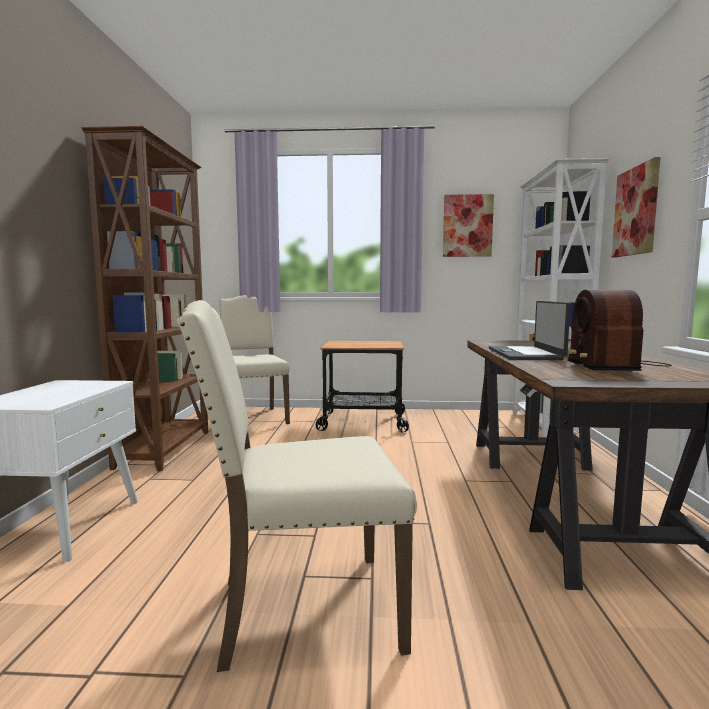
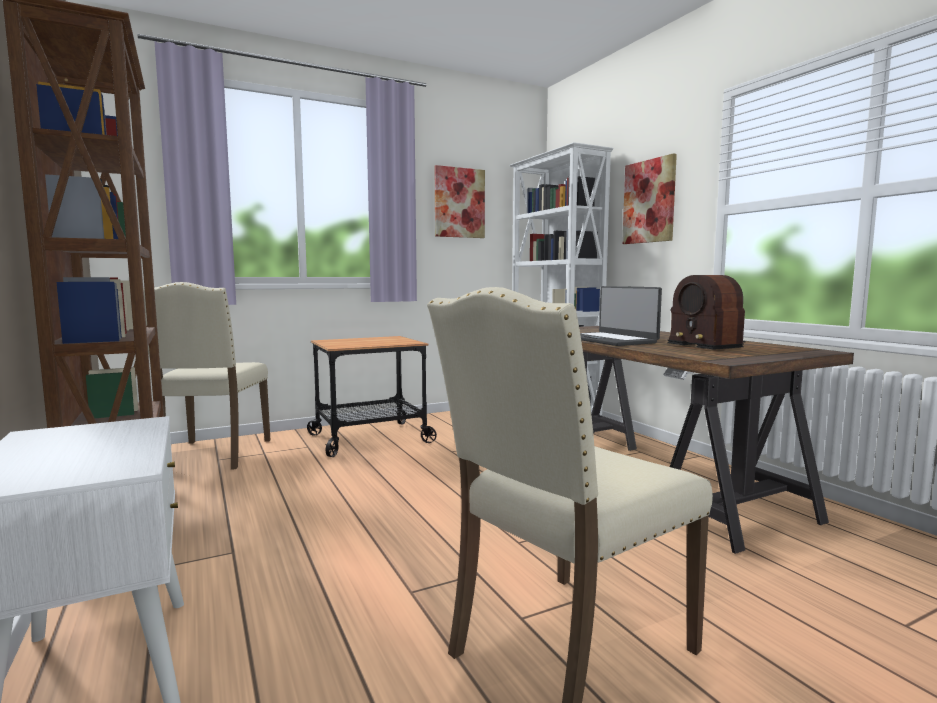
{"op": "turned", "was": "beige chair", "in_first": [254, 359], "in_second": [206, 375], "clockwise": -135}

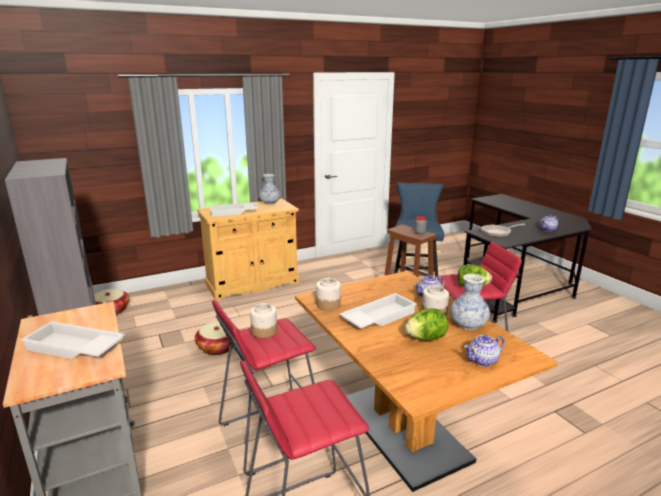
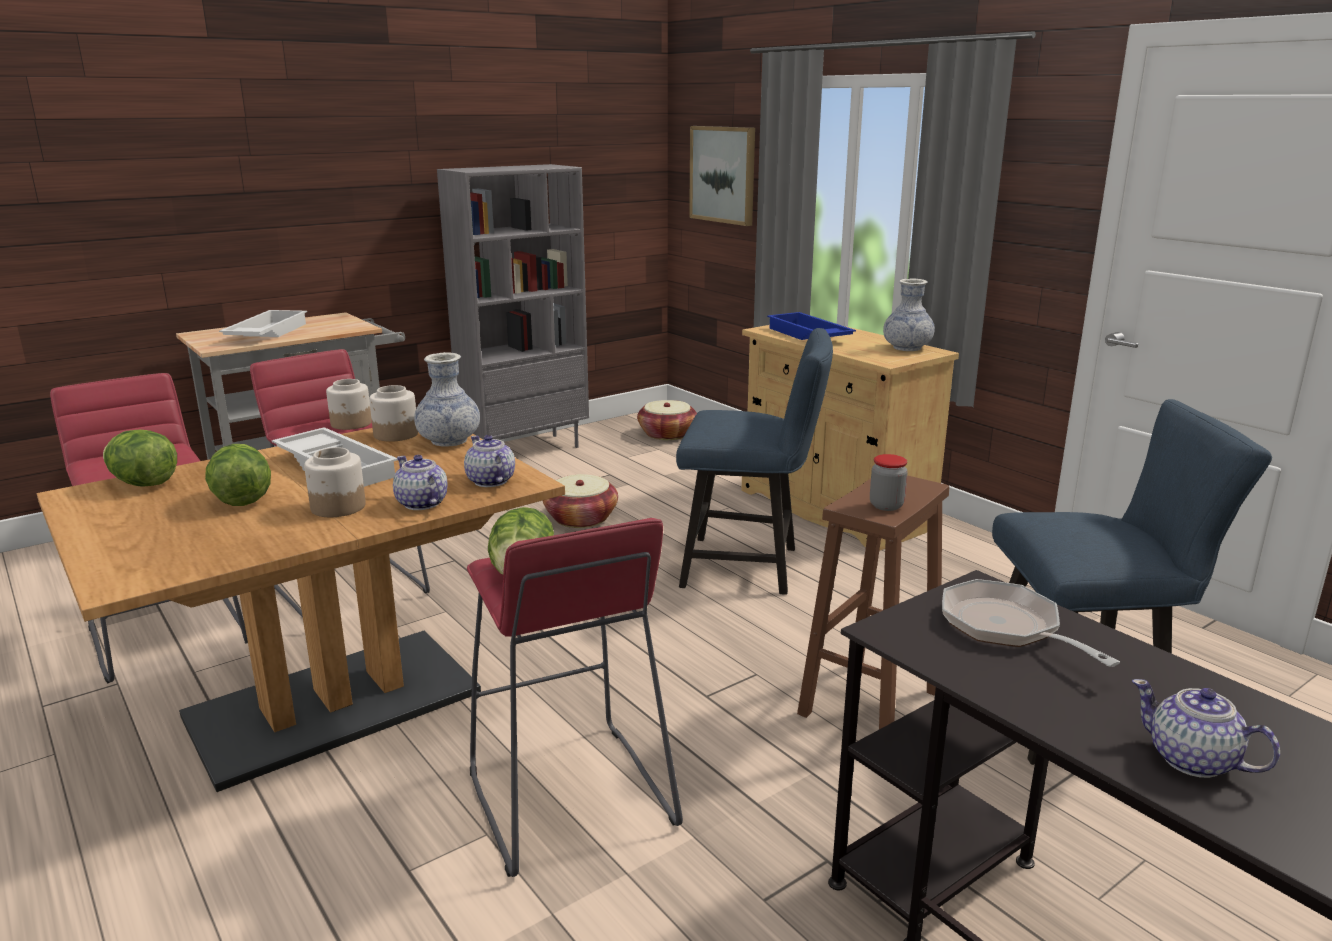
{"op": "added", "now": "lettuce", "in_second": [140, 458]}
{"op": "moved", "was": "vase", "in_first": [470, 302], "in_second": [447, 399]}
{"op": "moved", "was": "teapot", "in_first": [484, 351], "in_second": [489, 461]}
{"op": "added", "now": "blue chair", "in_second": [754, 461]}
{"op": "added", "now": "picture", "in_second": [722, 176]}
{"op": "recoloured", "was": "white tray", "now": "blue tray", "in_first": [233, 209], "in_second": [811, 326]}

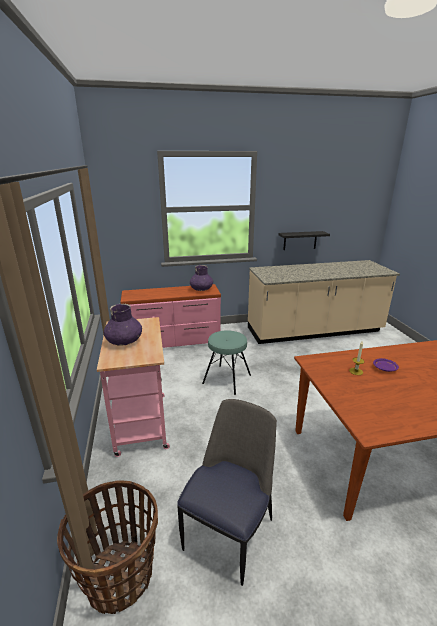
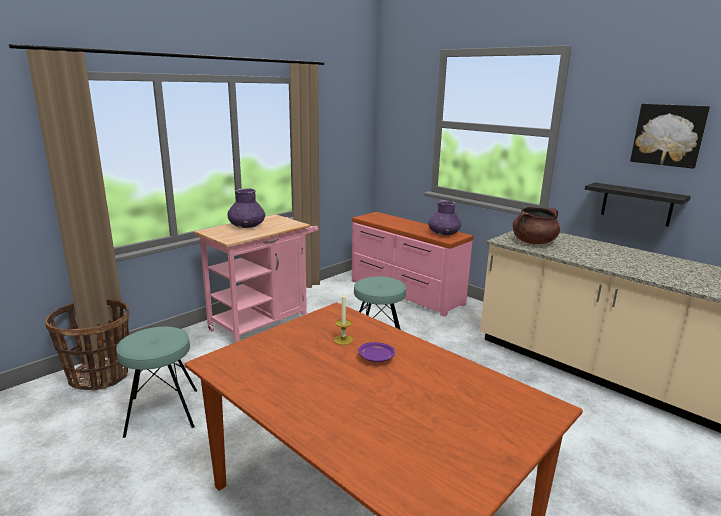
{"op": "replaced", "was": "chair", "now": "turquoise stool", "in_first": [227, 492], "in_second": [156, 382]}
{"op": "added", "now": "brown cooking pot", "in_second": [536, 225]}
{"op": "added", "now": "picture", "in_second": [670, 136]}

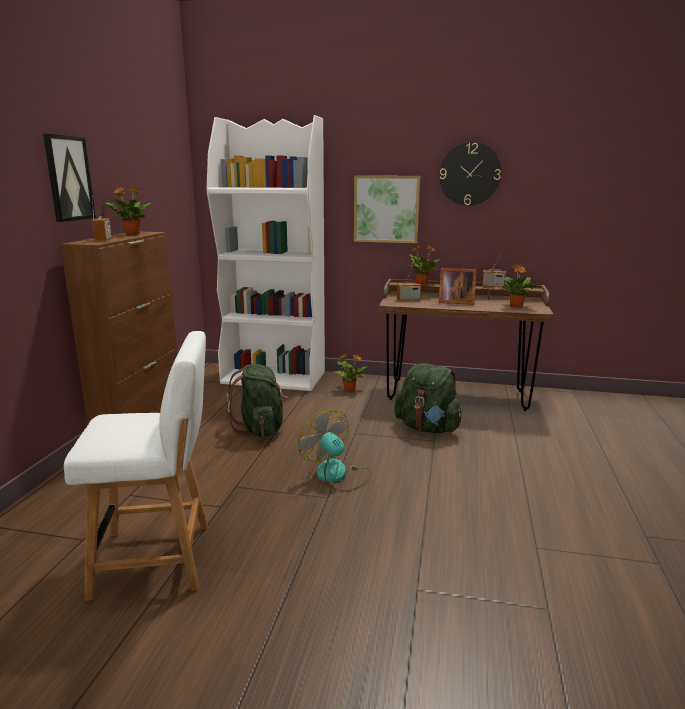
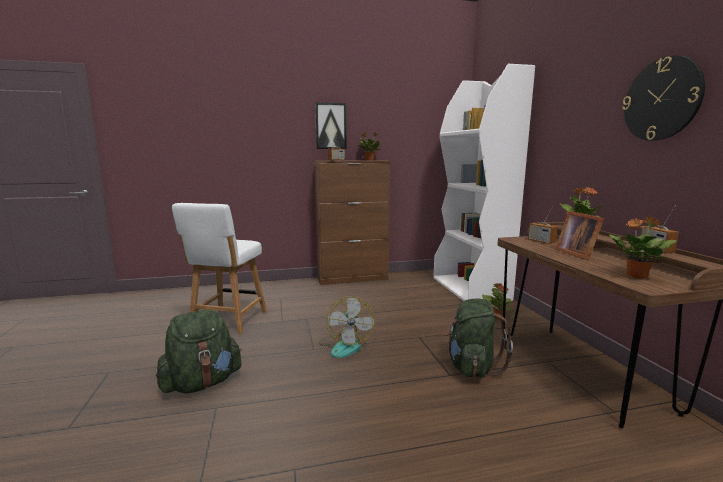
{"op": "moved", "was": "green backpack", "in_first": [257, 400], "in_second": [199, 351]}
{"op": "turned", "was": "white chair", "in_first": [136, 466], "in_second": [219, 268], "clockwise": 45}
{"op": "turned", "was": "fan", "in_first": [335, 451], "in_second": [347, 327], "clockwise": 150}
{"op": "removed", "was": "picture", "in_first": [387, 209]}

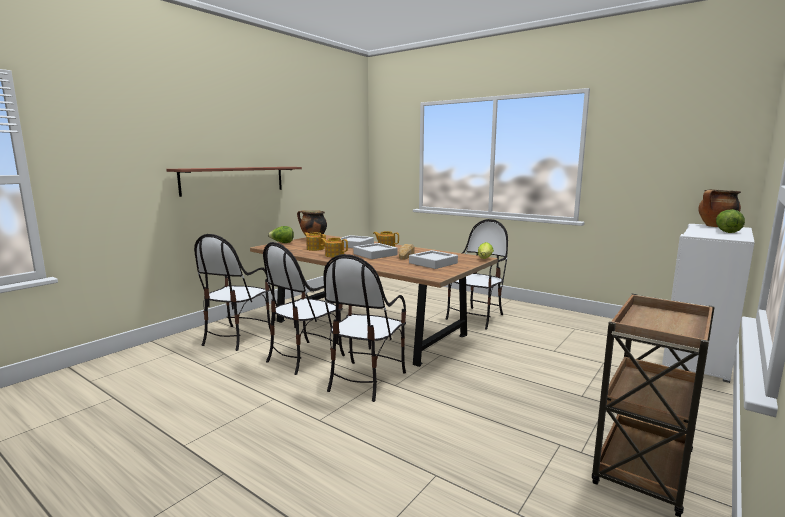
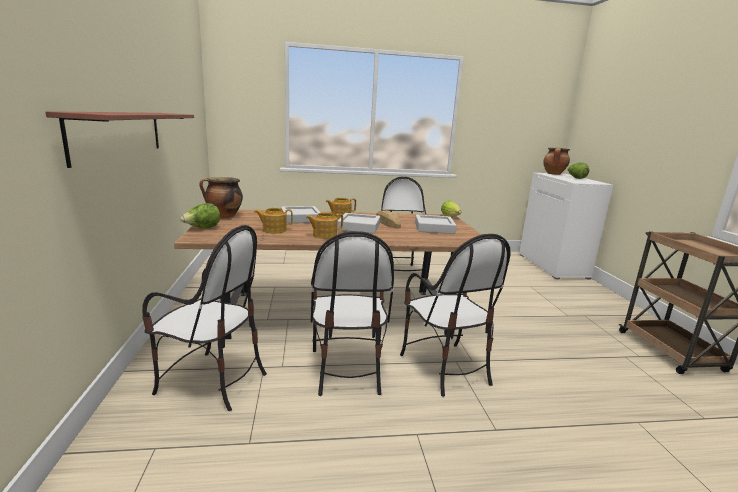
{"op": "turned", "was": "chair", "in_first": [232, 292], "in_second": [204, 318], "clockwise": -45}

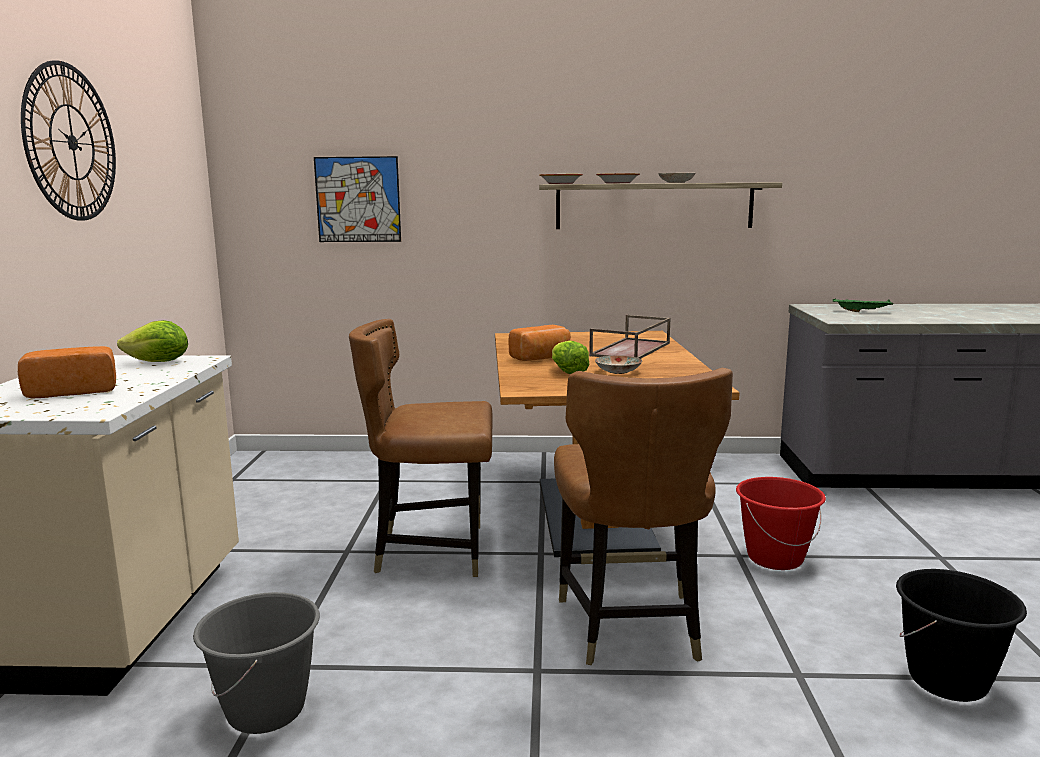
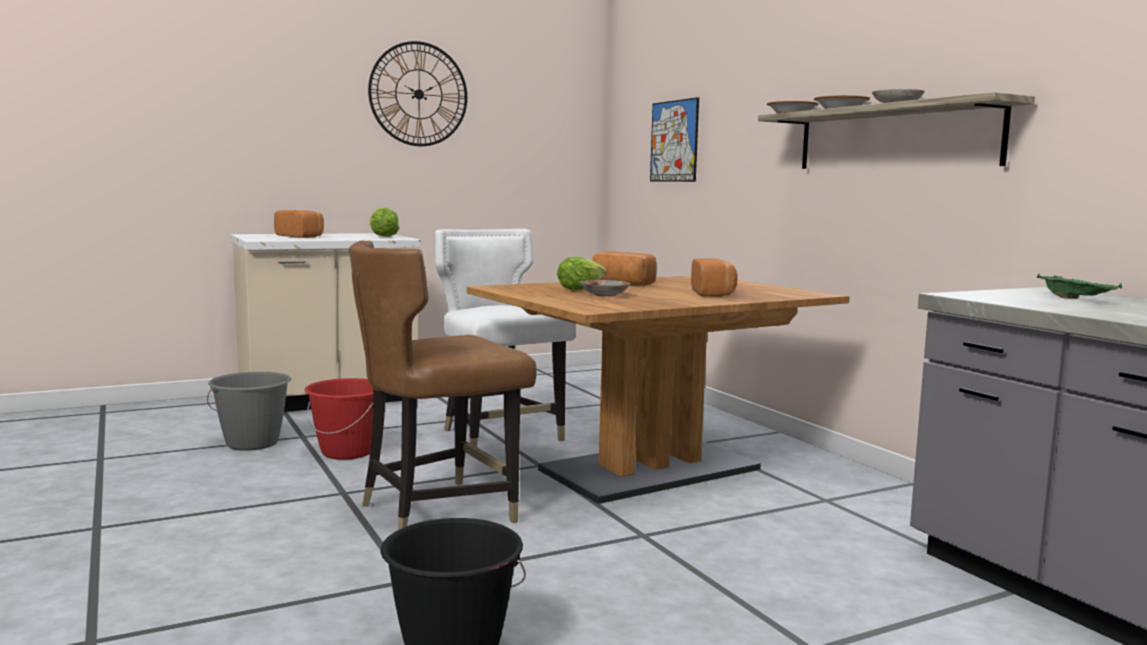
{"op": "moved", "was": "red bucket", "in_first": [781, 523], "in_second": [339, 419]}
{"op": "recoloured", "was": "brown chair", "now": "white chair", "in_first": [421, 448], "in_second": [505, 338]}
{"op": "replaced", "was": "brown tray", "now": "bread", "in_first": [630, 337], "in_second": [714, 277]}

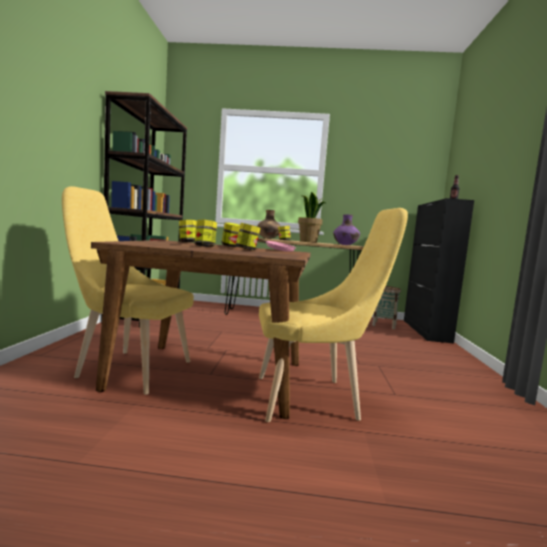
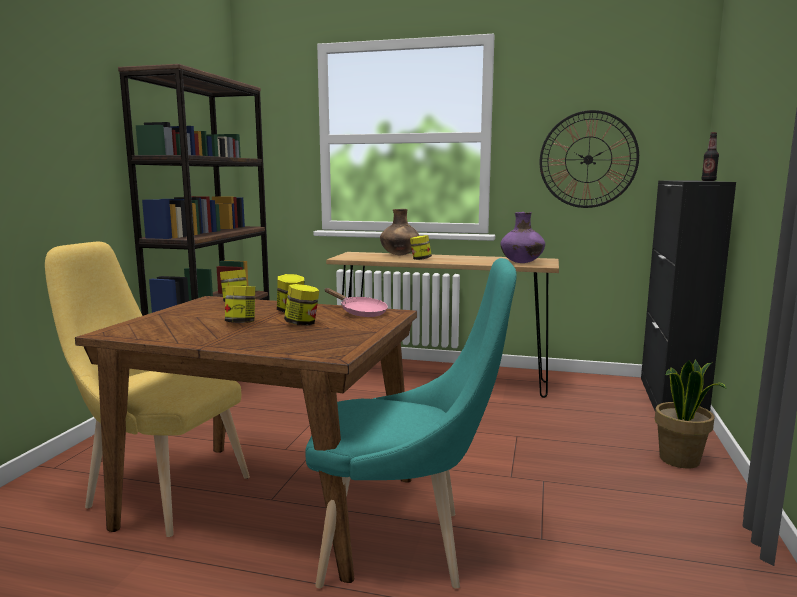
{"op": "recoloured", "was": "yellow chair", "now": "turquoise chair", "in_first": [333, 315], "in_second": [411, 423]}
{"op": "added", "now": "wall clock", "in_second": [589, 159]}
{"op": "moved", "was": "potted plant", "in_first": [312, 217], "in_second": [691, 414]}
{"op": "removed", "was": "basket", "in_first": [386, 307]}

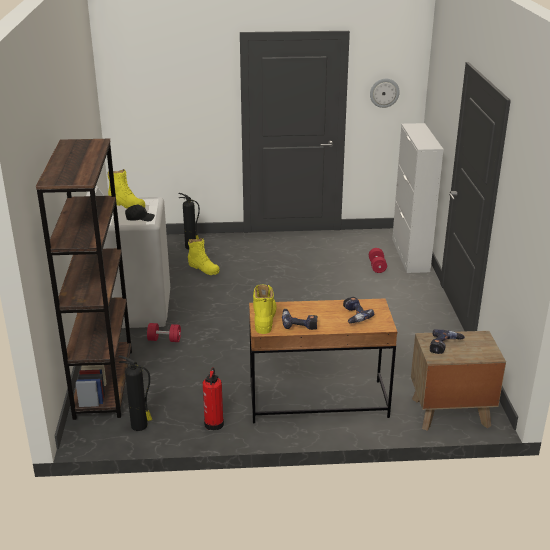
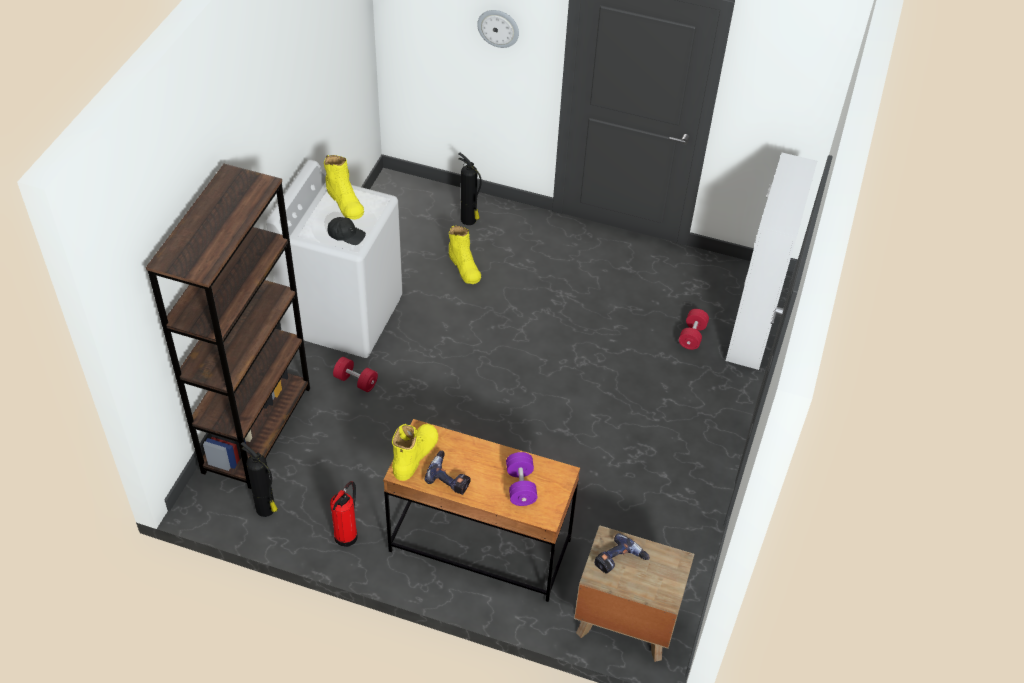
{"op": "moved", "was": "wall clock", "in_first": [385, 93], "in_second": [498, 29]}
{"op": "replaced", "was": "power drill", "now": "purple dumbbell", "in_first": [358, 310], "in_second": [521, 479]}

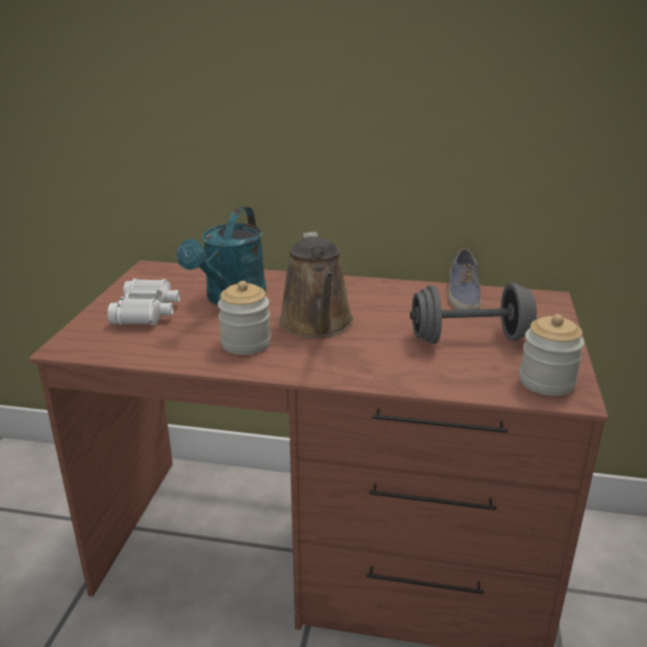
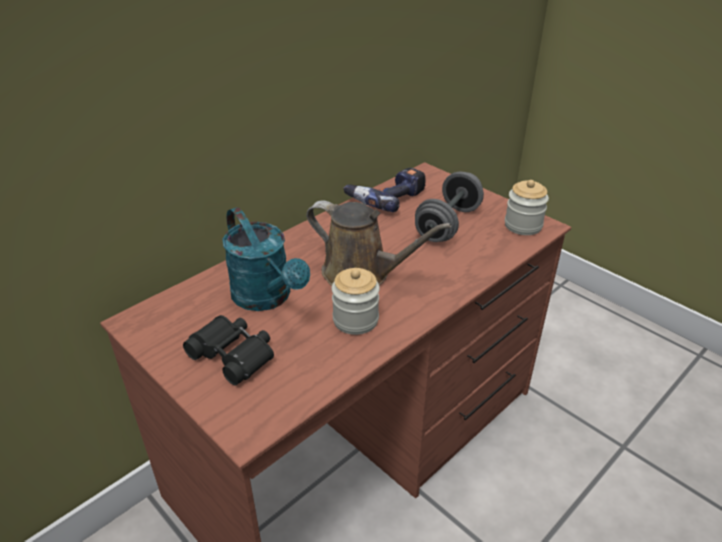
{"op": "recoloured", "was": "white binoculars", "now": "black binoculars", "in_first": [144, 301], "in_second": [228, 350]}
{"op": "replaced", "was": "shoe", "now": "power drill", "in_first": [464, 279], "in_second": [384, 190]}

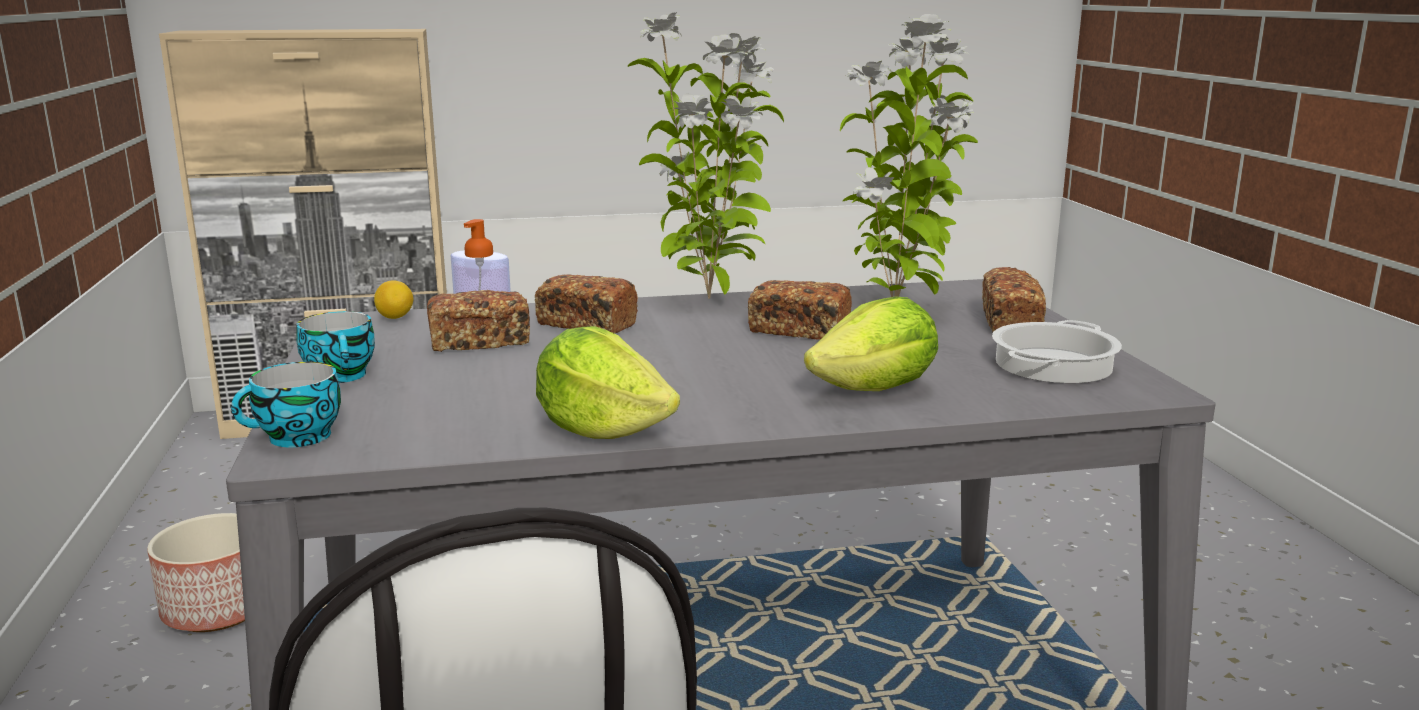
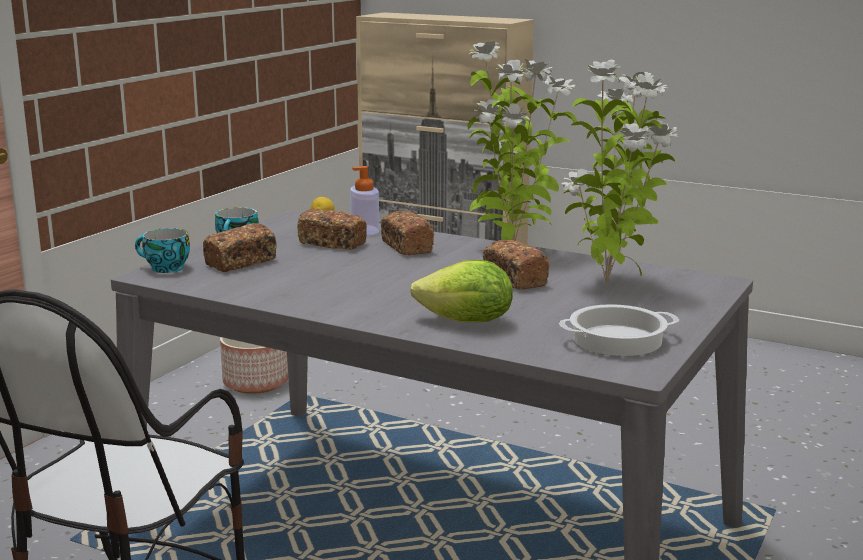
{"op": "moved", "was": "bread", "in_first": [1014, 299], "in_second": [240, 247]}
{"op": "removed", "was": "lettuce", "in_first": [608, 382]}

